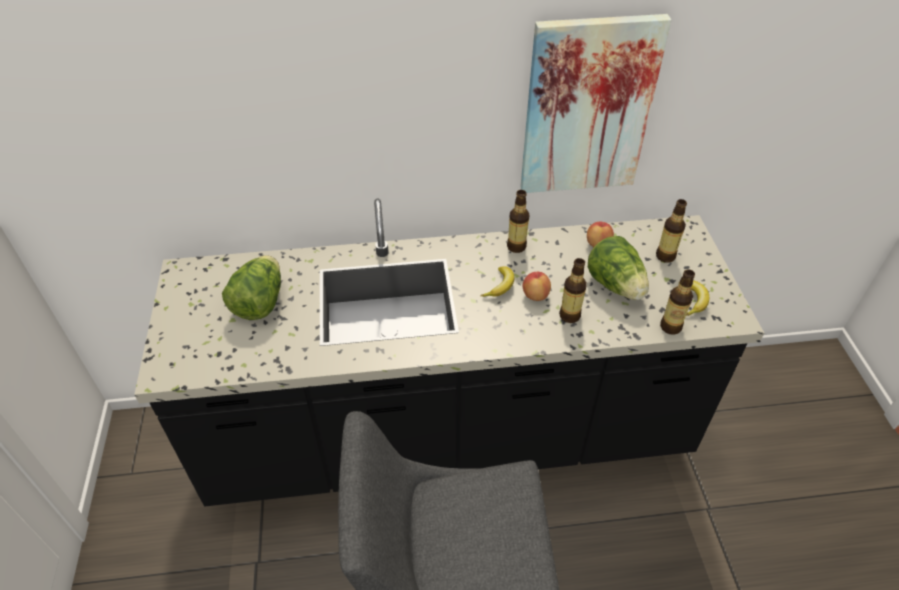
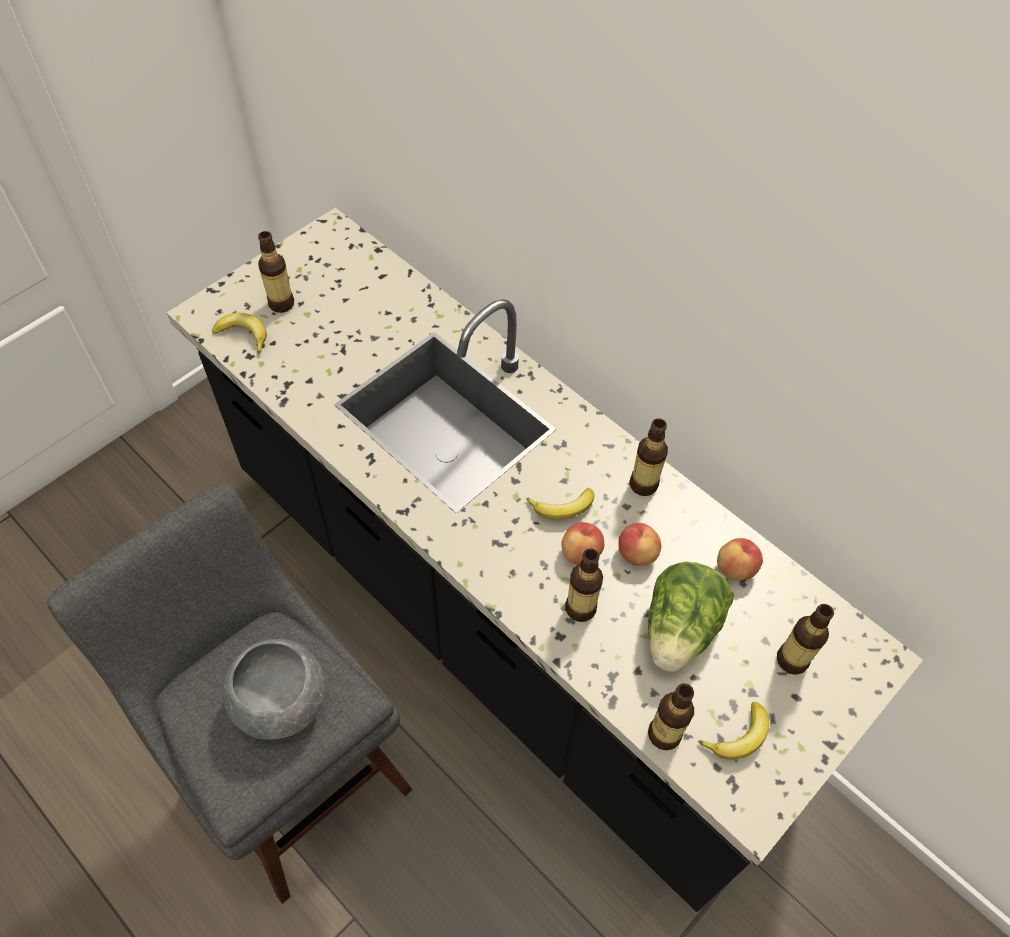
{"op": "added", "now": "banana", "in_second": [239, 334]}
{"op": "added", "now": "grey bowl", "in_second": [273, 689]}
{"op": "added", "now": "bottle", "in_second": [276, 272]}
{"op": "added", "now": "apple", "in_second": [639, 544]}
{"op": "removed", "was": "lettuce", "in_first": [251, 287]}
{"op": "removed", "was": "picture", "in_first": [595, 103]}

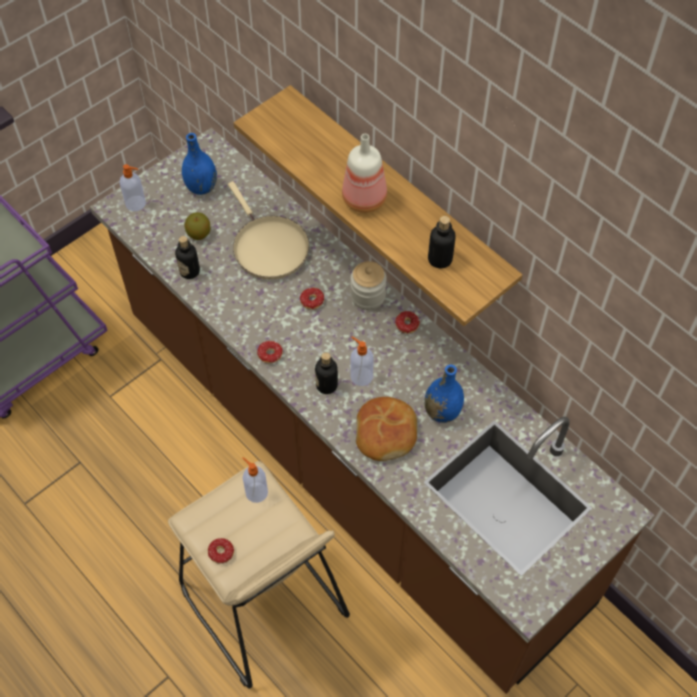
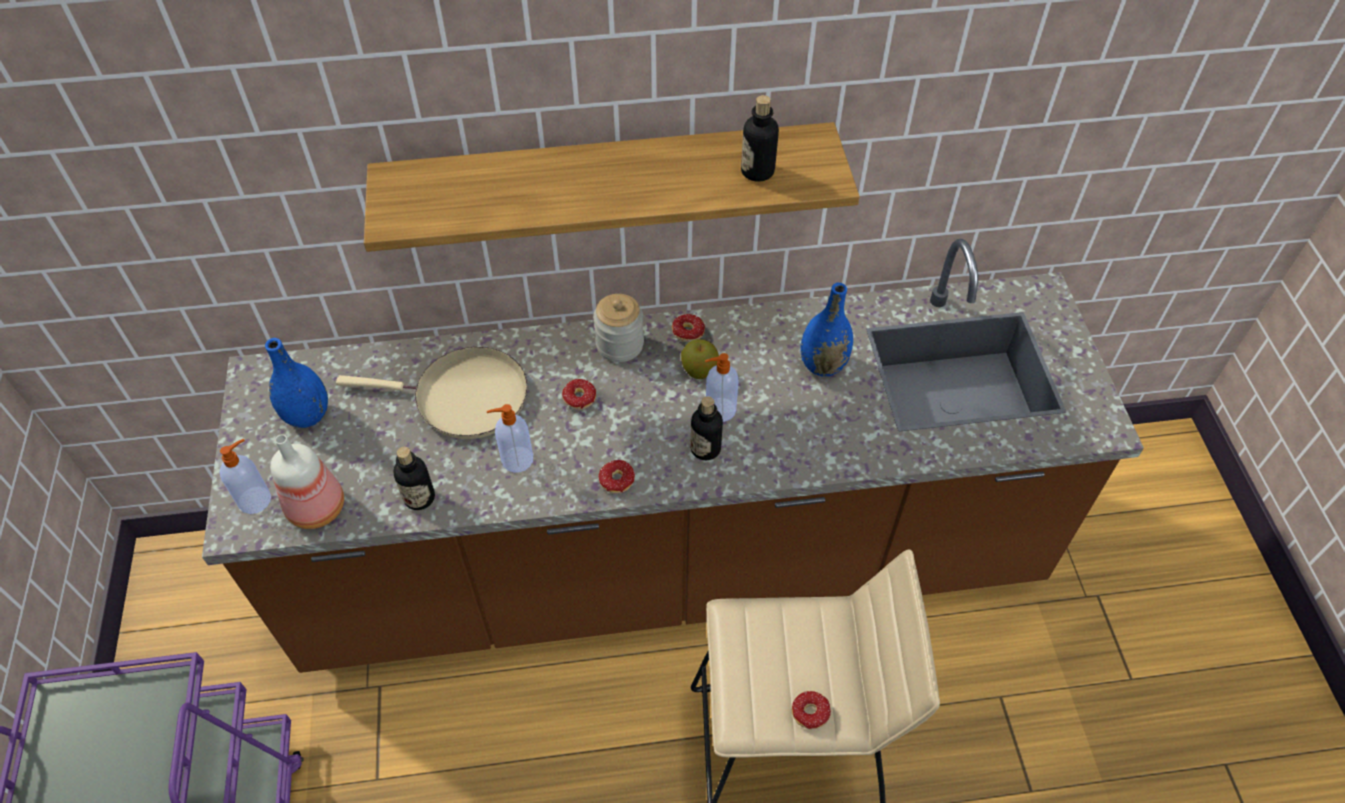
{"op": "moved", "was": "bottle", "in_first": [364, 173], "in_second": [307, 481]}
{"op": "moved", "was": "soap dispenser", "in_first": [255, 480], "in_second": [510, 438]}
{"op": "moved", "was": "apple", "in_first": [197, 226], "in_second": [700, 359]}
{"op": "removed", "was": "bread", "in_first": [386, 429]}

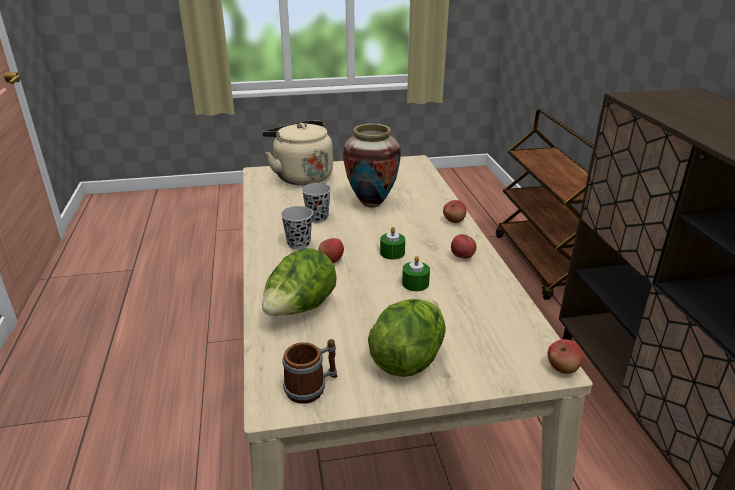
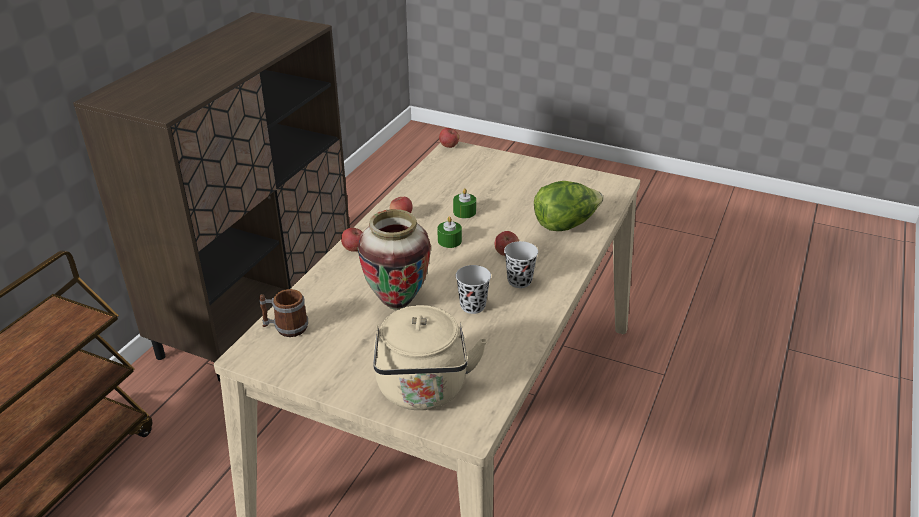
{"op": "moved", "was": "mug", "in_first": [309, 371], "in_second": [283, 313]}
{"op": "removed", "was": "lettuce", "in_first": [406, 338]}

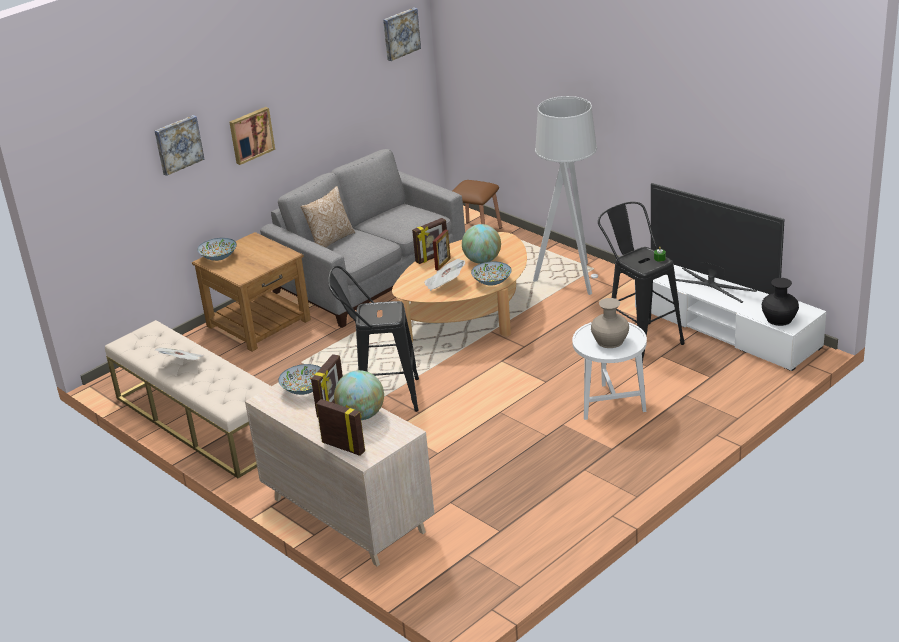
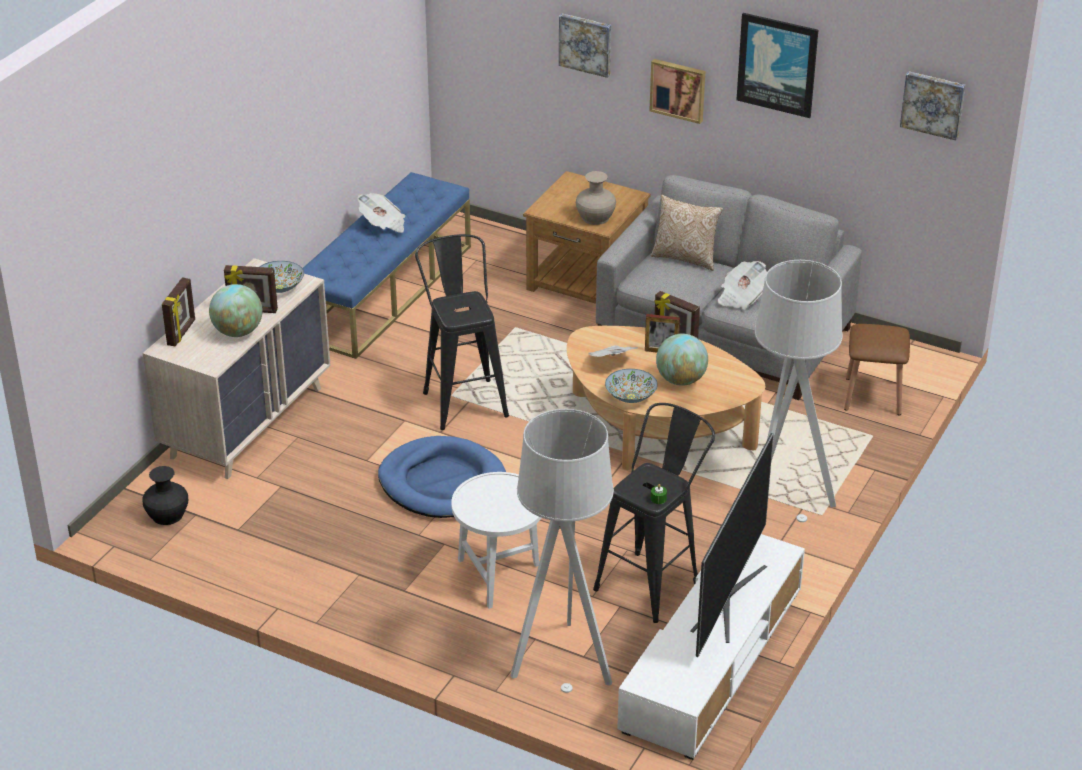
{"op": "moved", "was": "black vase", "in_first": [780, 302], "in_second": [165, 495]}
{"op": "recoloured", "was": "beige bench", "now": "blue bench", "in_first": [188, 399], "in_second": [387, 265]}
{"op": "added", "now": "blue dog bed", "in_second": [442, 477]}
{"op": "added", "now": "grey floor lamp", "in_second": [562, 551]}
{"op": "moved", "was": "beige vase", "in_first": [610, 323], "in_second": [596, 198]}
{"op": "added", "now": "newspaper", "in_second": [742, 285]}
{"op": "added", "now": "picture", "in_second": [777, 65]}
{"op": "removed", "was": "bowl", "in_first": [217, 249]}

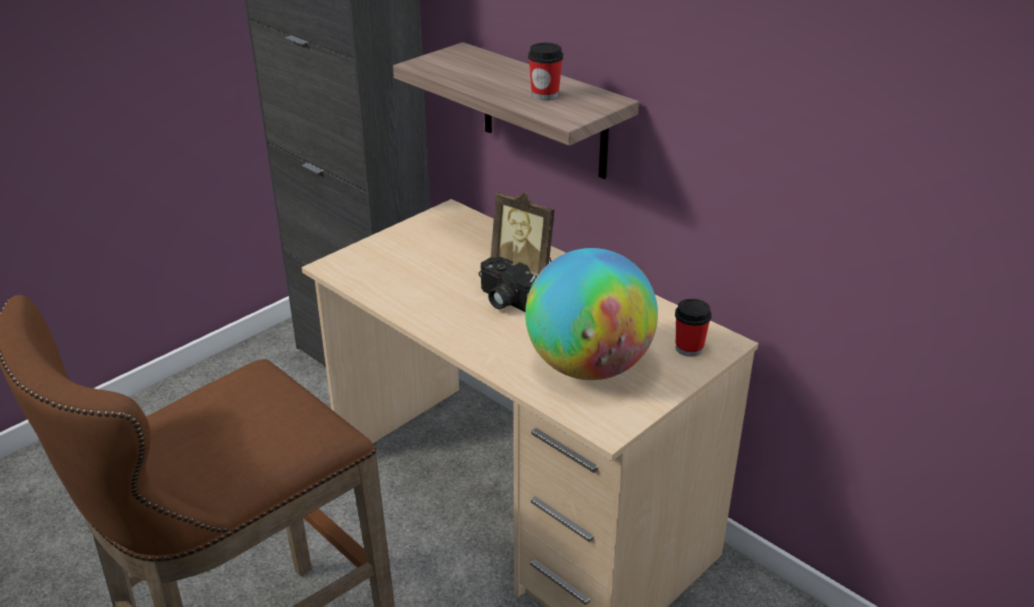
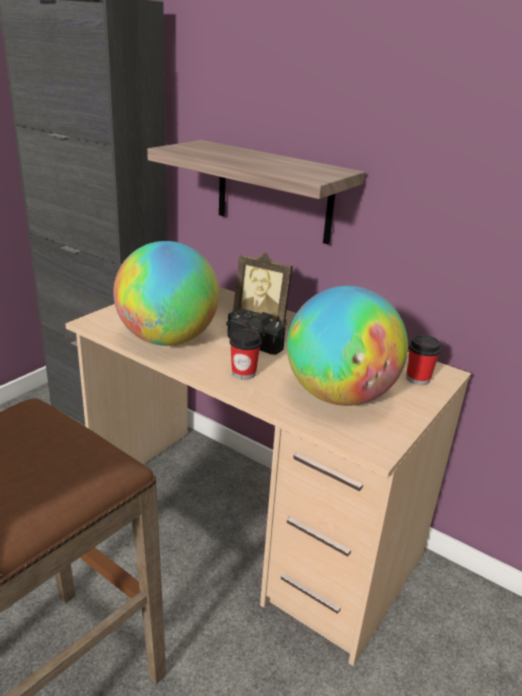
{"op": "added", "now": "globe", "in_second": [166, 293]}
{"op": "moved", "was": "cup", "in_first": [545, 71], "in_second": [245, 354]}

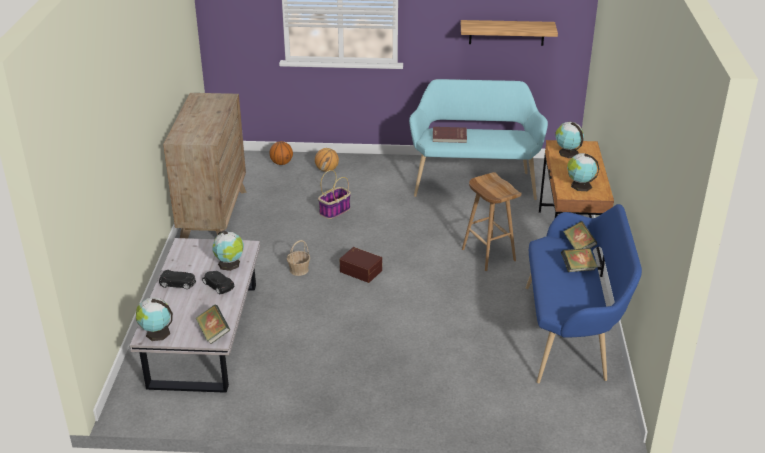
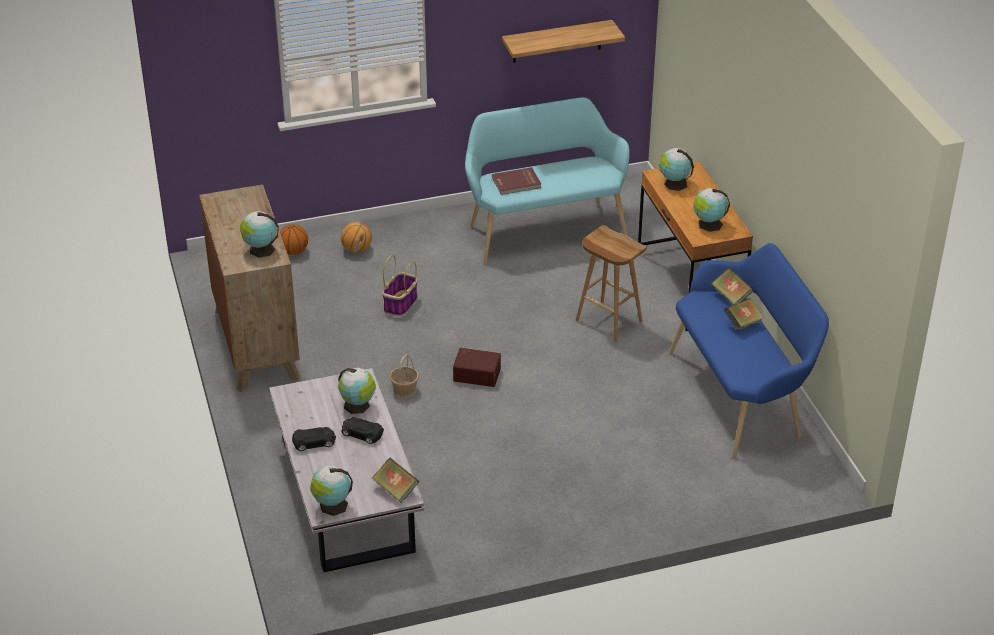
{"op": "added", "now": "globe", "in_second": [259, 234]}

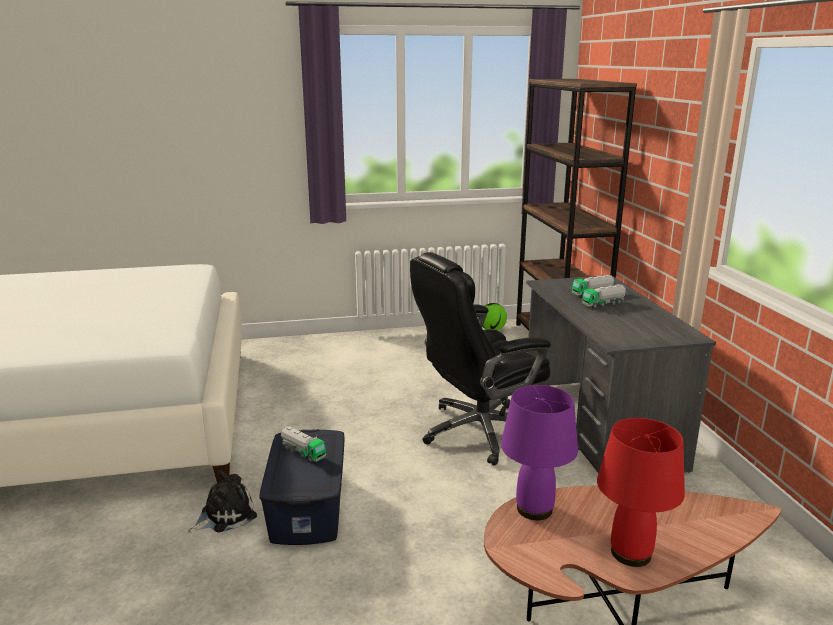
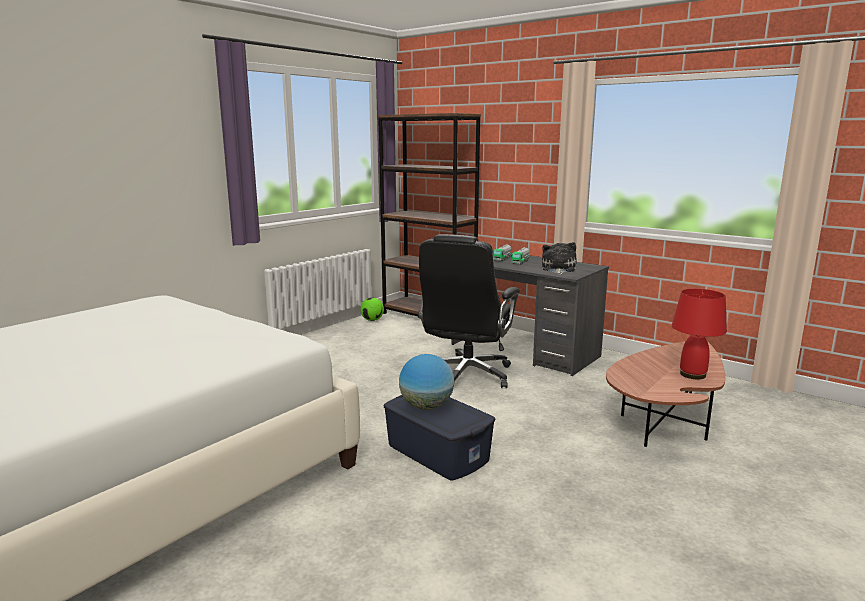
{"op": "replaced", "was": "toy truck", "now": "globe", "in_first": [303, 444], "in_second": [426, 382]}
{"op": "moved", "was": "plush toy", "in_first": [222, 501], "in_second": [559, 258]}
{"op": "removed", "was": "purple table lamp", "in_first": [539, 452]}

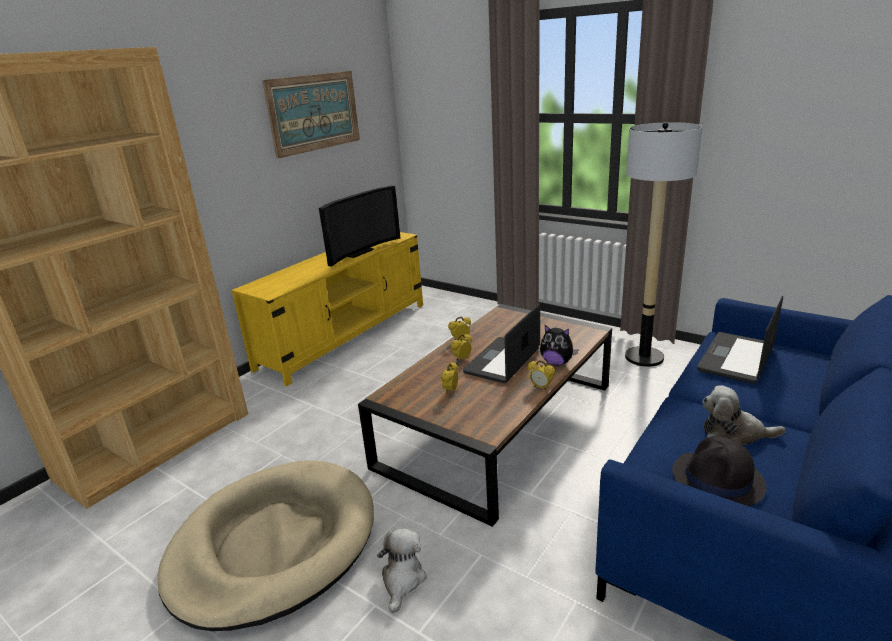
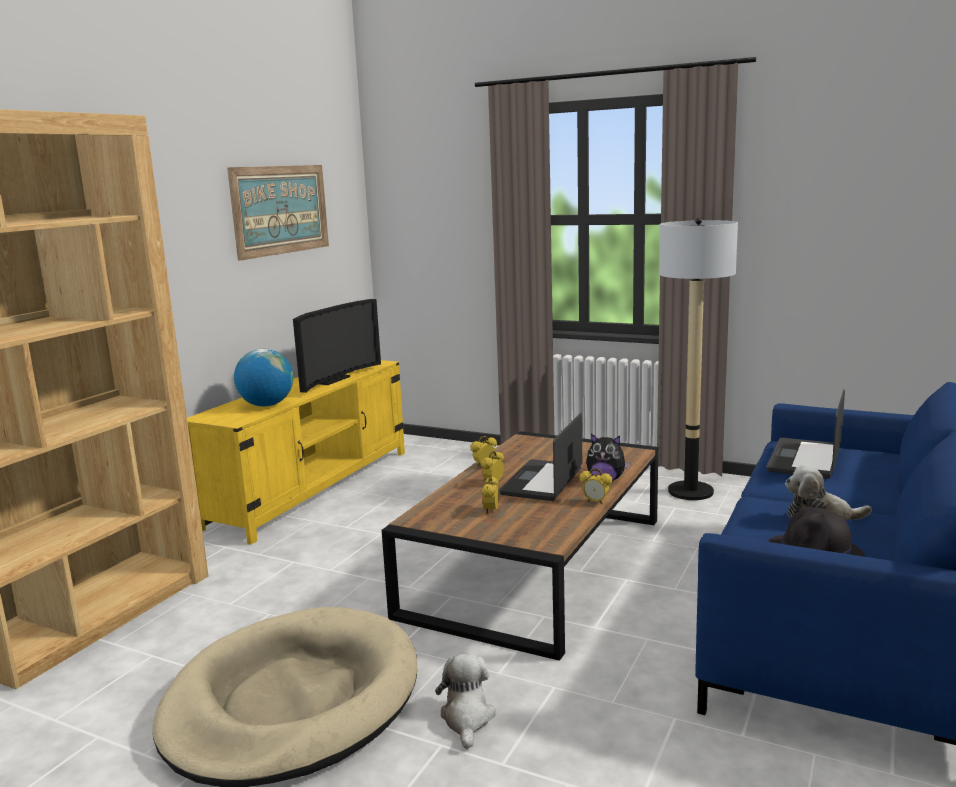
{"op": "added", "now": "globe", "in_second": [264, 378]}

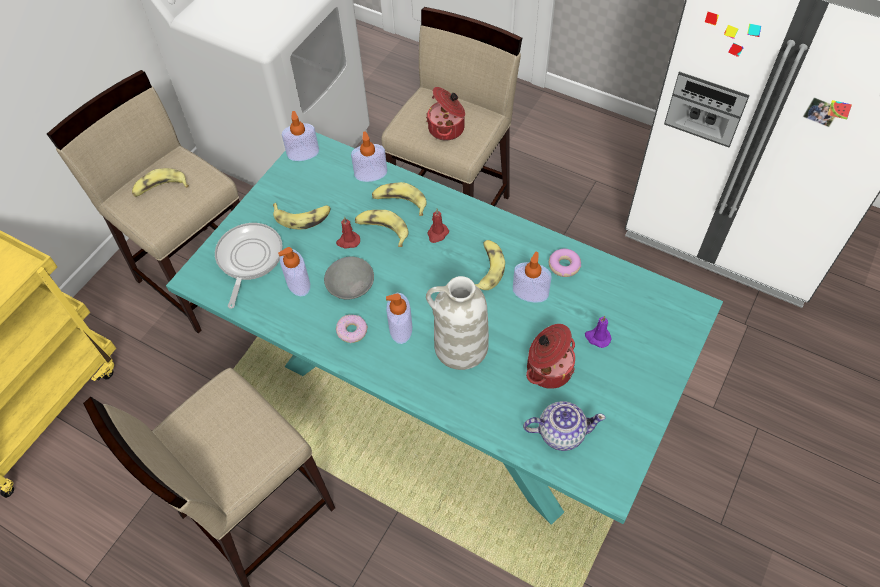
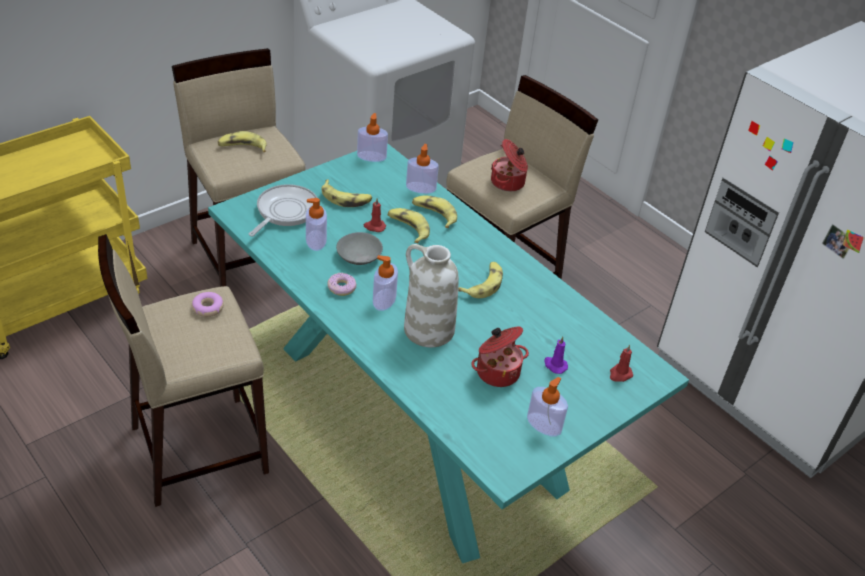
{"op": "moved", "was": "donut", "in_first": [565, 263], "in_second": [208, 304]}
{"op": "moved", "was": "soap dispenser", "in_first": [532, 277], "in_second": [547, 406]}
{"op": "moved", "was": "red candle", "in_first": [438, 226], "in_second": [621, 363]}
{"op": "removed", "was": "teapot", "in_first": [564, 426]}

